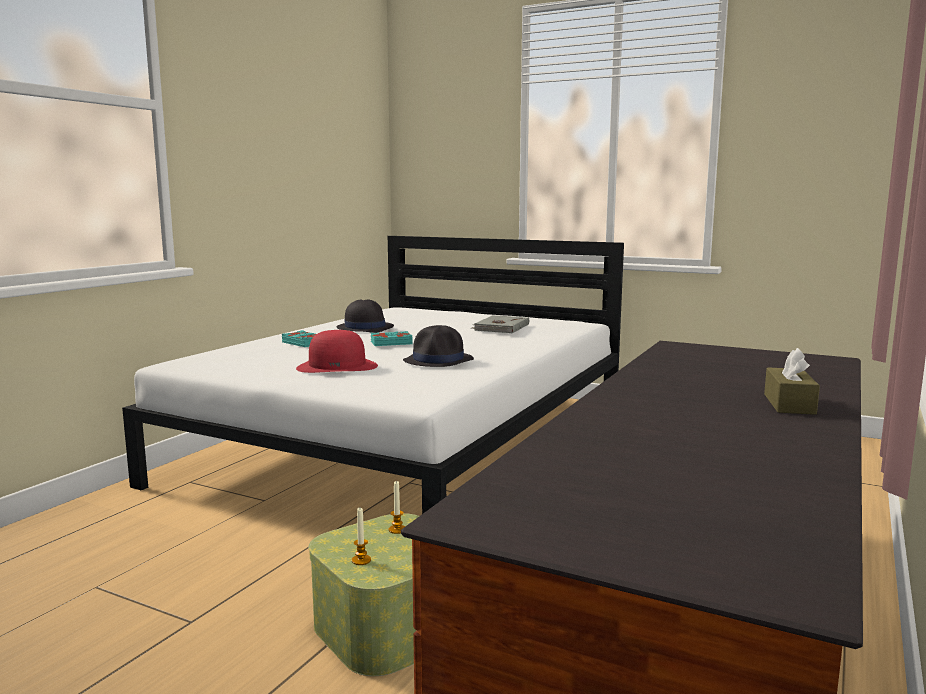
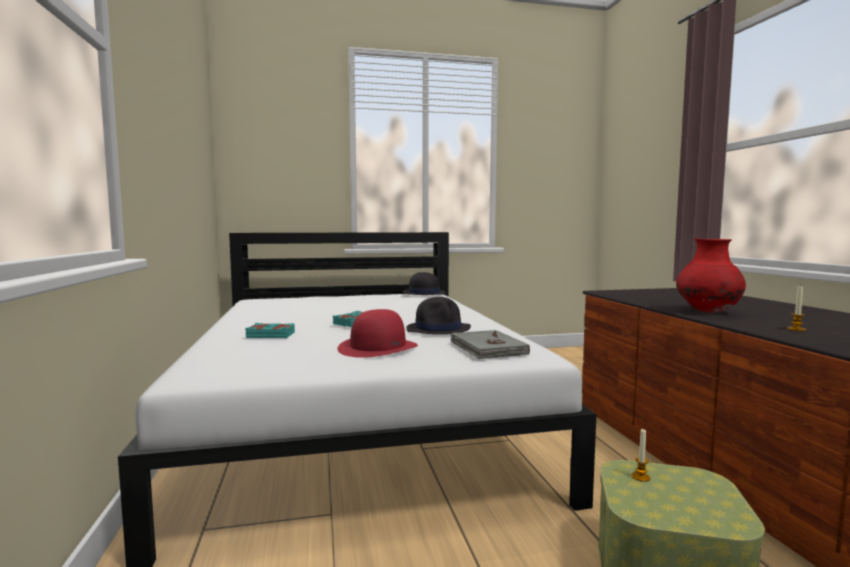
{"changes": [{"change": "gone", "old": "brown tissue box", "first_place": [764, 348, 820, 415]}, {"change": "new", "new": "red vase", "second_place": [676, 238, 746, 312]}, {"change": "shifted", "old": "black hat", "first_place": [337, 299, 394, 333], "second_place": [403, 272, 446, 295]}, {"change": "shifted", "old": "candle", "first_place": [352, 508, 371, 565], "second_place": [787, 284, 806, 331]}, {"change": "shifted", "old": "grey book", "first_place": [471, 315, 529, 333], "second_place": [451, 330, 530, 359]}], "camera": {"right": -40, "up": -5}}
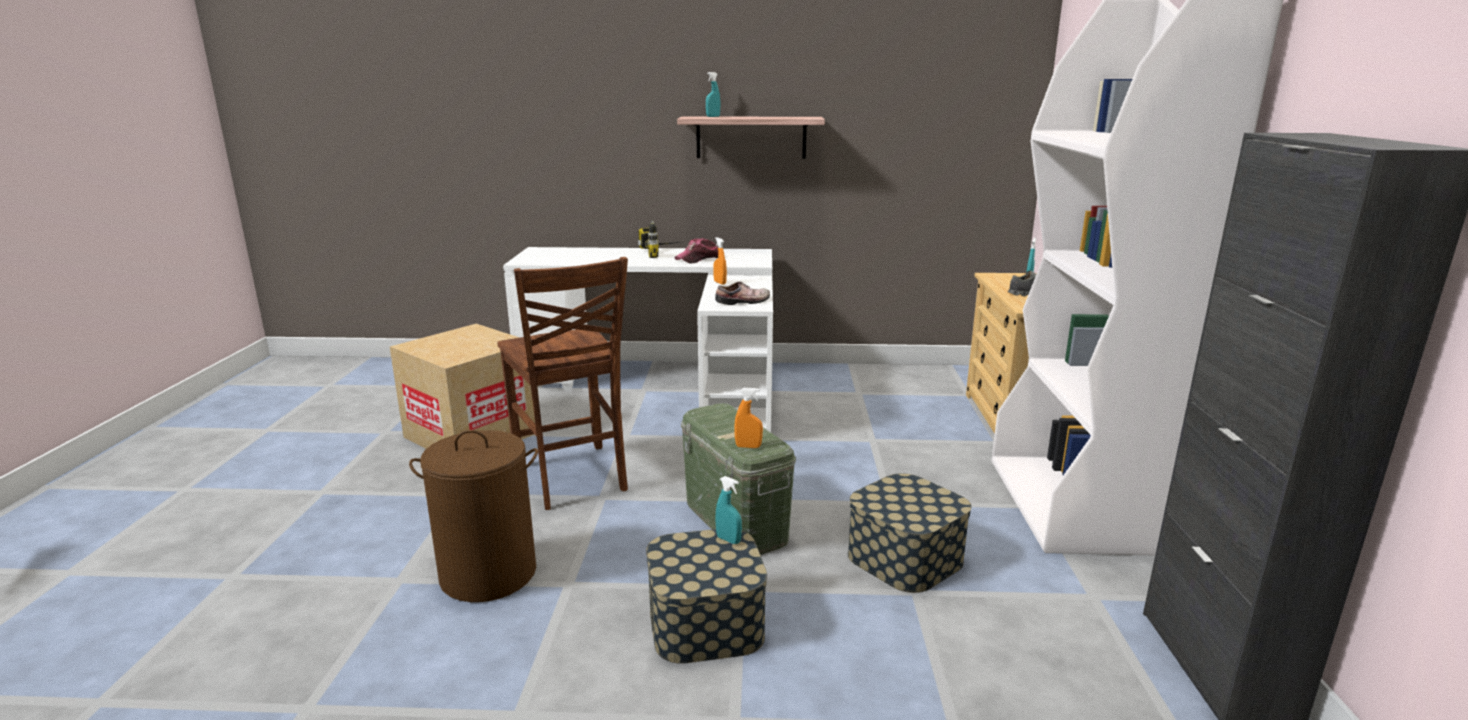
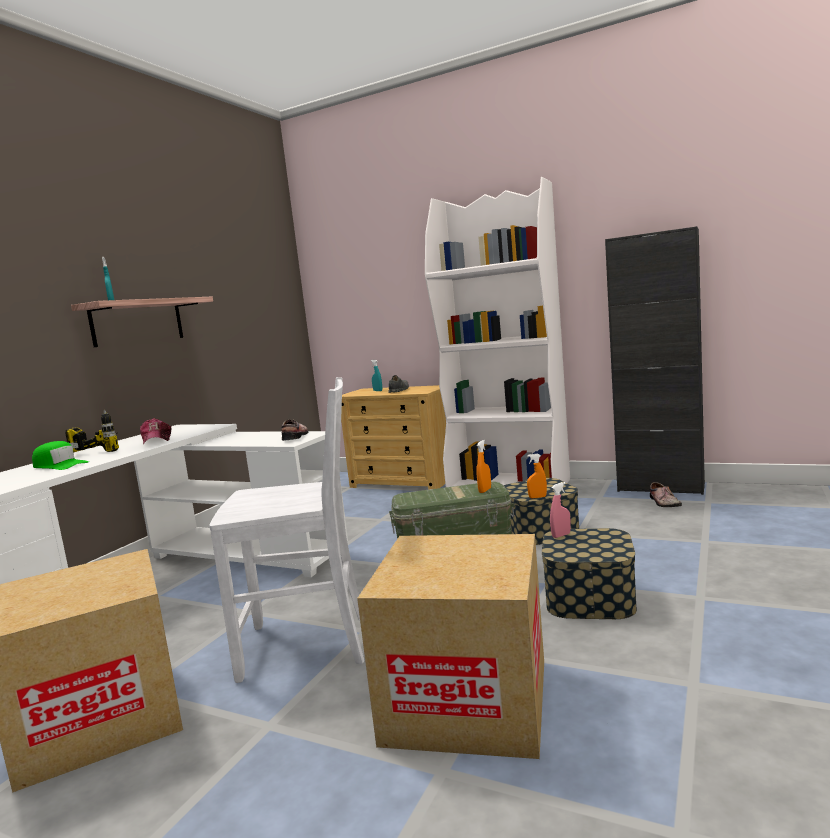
{"changes": [{"change": "new", "new": "green cap", "second_place": [32, 441, 89, 470]}, {"change": "new", "new": "shoe", "second_place": [650, 482, 682, 507]}, {"change": "shifted", "old": "orange spray bottle", "first_place": [713, 237, 727, 285], "second_place": [527, 454, 547, 498]}, {"change": "swapped", "old": "brown laundry basket", "new": "cardboard box", "first_place": [409, 430, 538, 602], "second_place": [357, 534, 544, 759]}, {"change": "repainted", "old": "brown chair", "new": "white chair", "first_place": [497, 257, 628, 510], "second_place": [209, 377, 364, 683]}, {"change": "repainted", "old": "turquoise spray bottle", "new": "pink spray bottle", "first_place": [715, 476, 742, 544], "second_place": [550, 482, 571, 538]}], "camera": {"right": -65, "up": -10}}
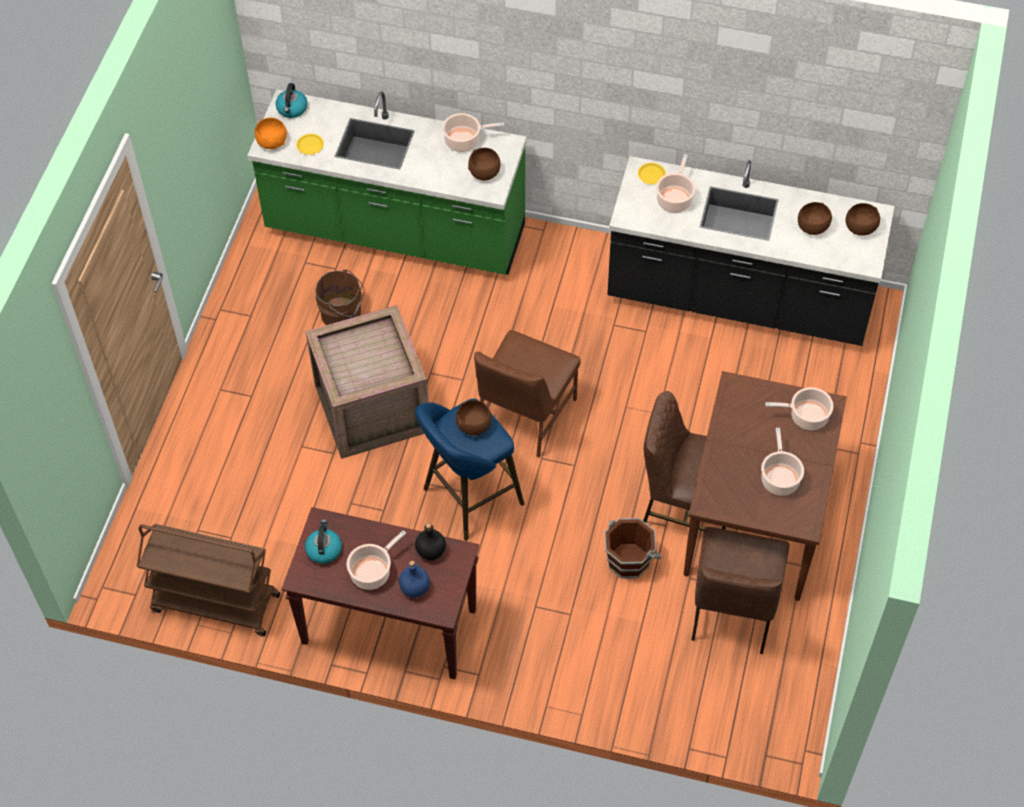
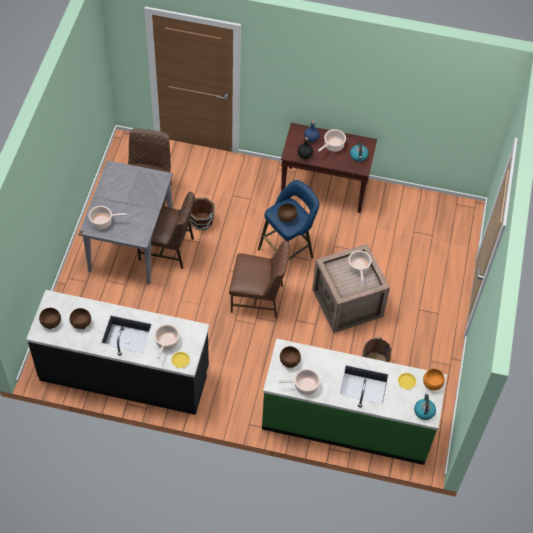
{"changes": [{"change": "gone", "old": "brown cart", "first_place": [137, 524, 280, 636]}, {"change": "shifted", "old": "cooking pot", "first_place": [761, 428, 804, 496], "second_place": [348, 250, 372, 282]}, {"change": "repainted", "old": "brown dining table", "new": "grey dining table", "first_place": [684, 371, 847, 601], "second_place": [79, 160, 173, 284]}, {"change": "rotated", "old": "brown chair", "first_place": [474, 330, 581, 458], "second_place": [229, 240, 290, 318], "degrees": 75}], "camera": {"right": 175, "up": 0}}
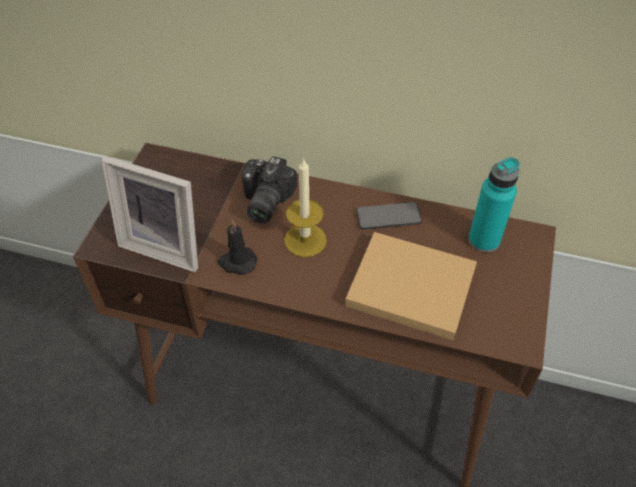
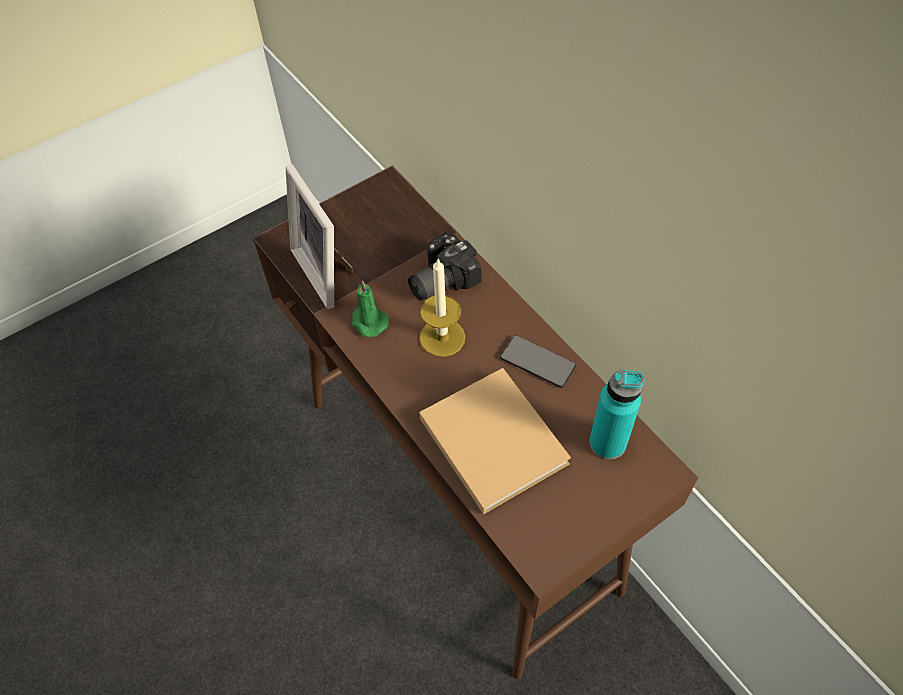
{"changes": [{"change": "repainted", "old": "black candle", "new": "green candle", "first_place": [217, 220, 257, 275], "second_place": [352, 280, 389, 337]}], "camera": {"right": 40, "up": 5}}
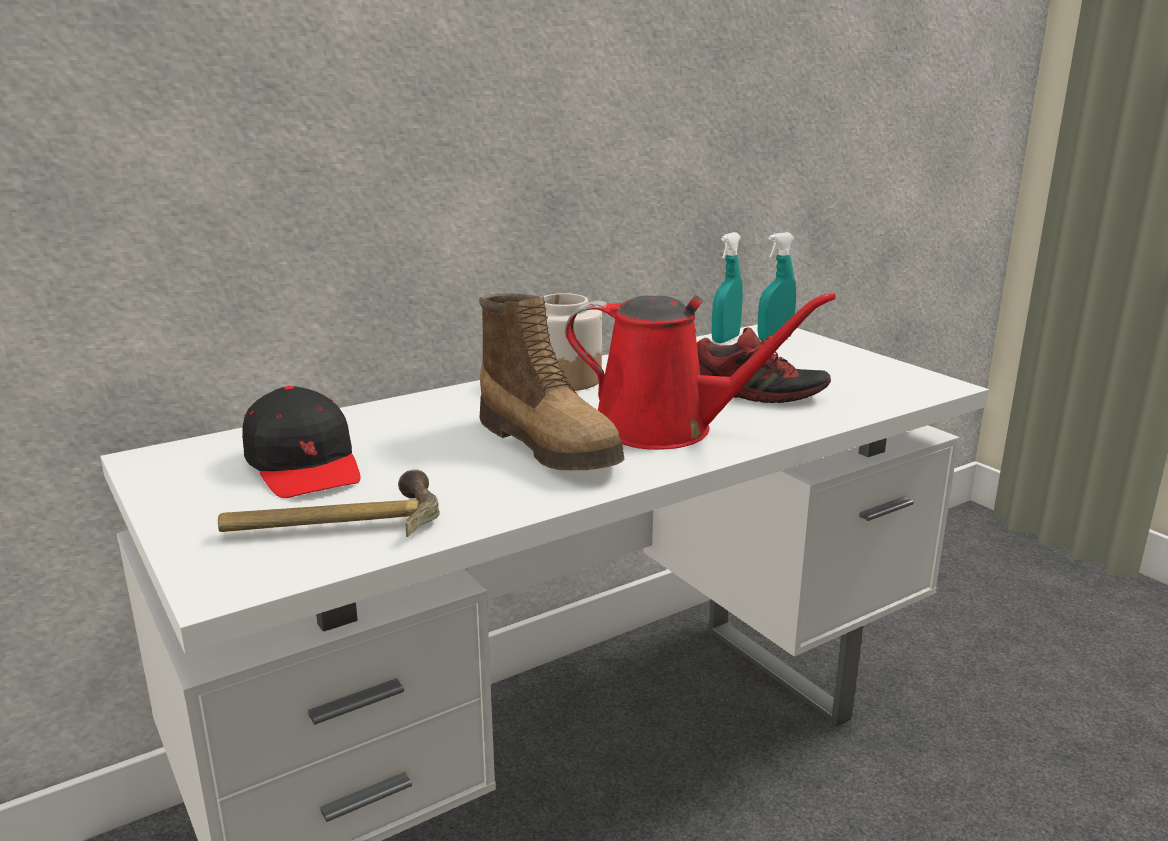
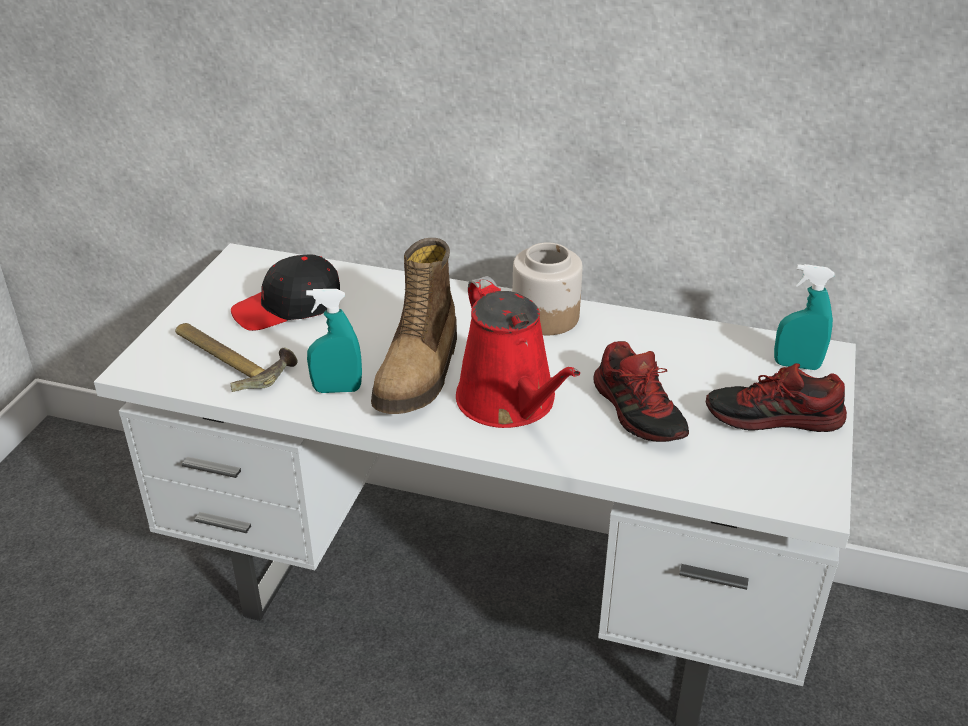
{"changes": [{"change": "new", "new": "shoe", "second_place": [706, 363, 847, 432]}, {"change": "shifted", "old": "turquoise spray bottle", "first_place": [712, 232, 743, 343], "second_place": [306, 289, 362, 393]}, {"change": "rotated", "old": "black cap", "first_place": [242, 386, 361, 498], "second_place": [231, 254, 340, 331], "degrees": 45}], "camera": {"right": 50, "up": 15}}
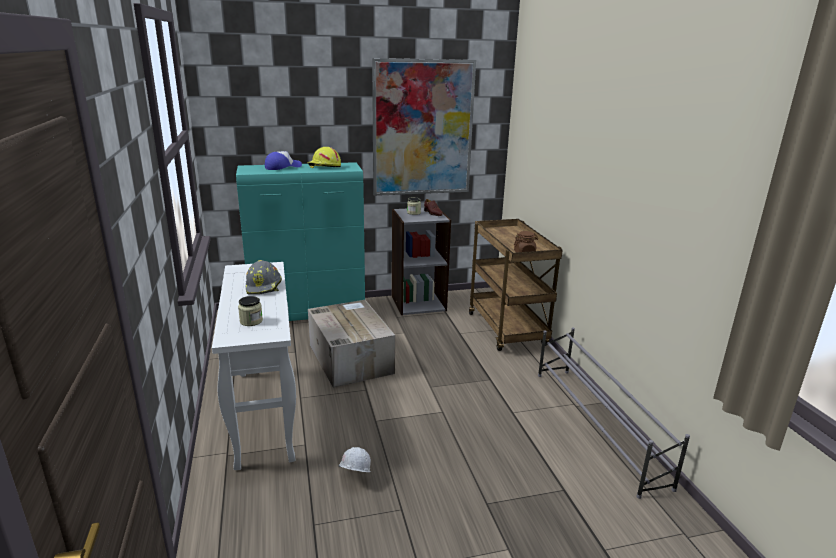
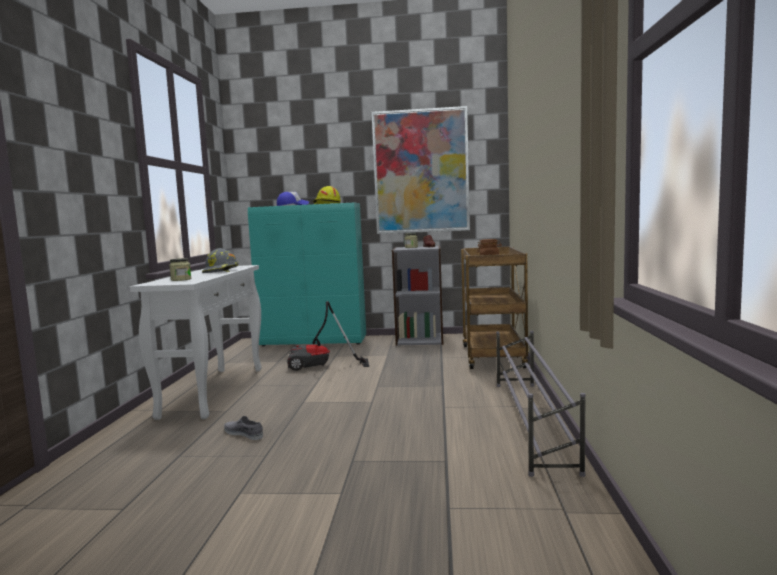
{"changes": [{"change": "swapped", "old": "cardboard box", "new": "vacuum cleaner", "first_place": [308, 300, 395, 388], "second_place": [287, 301, 369, 371]}, {"change": "swapped", "old": "white hard hat", "new": "grey shoe", "first_place": [338, 447, 371, 472], "second_place": [224, 416, 263, 440]}], "camera": {"right": 20, "up": -15}}
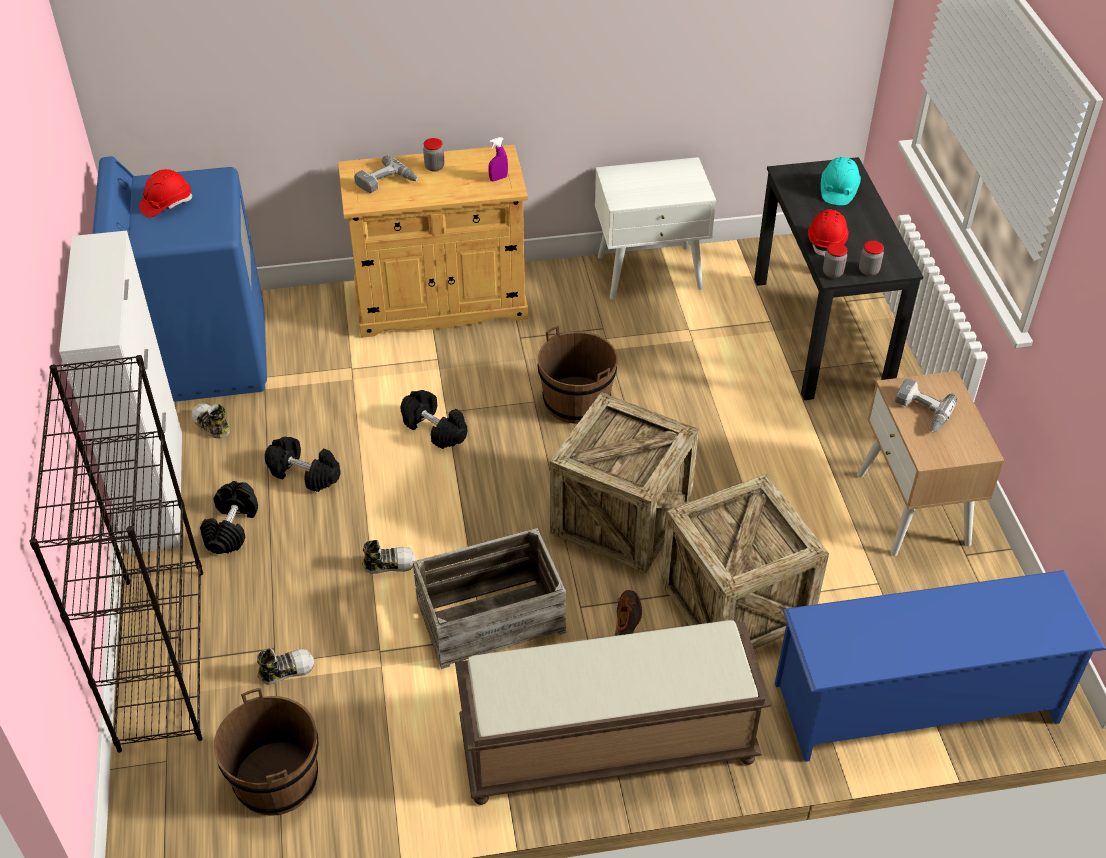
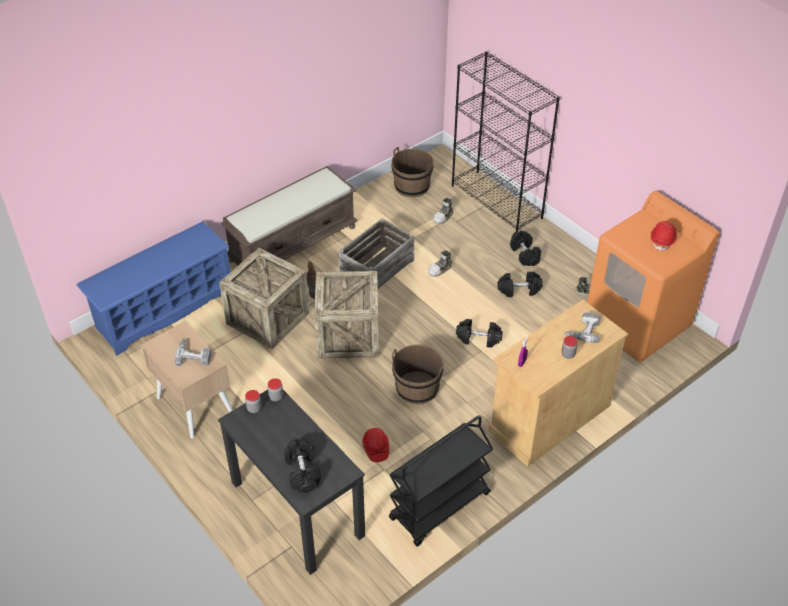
{"changes": [{"change": "gone", "old": "white cabinet", "first_place": [59, 231, 182, 554]}, {"change": "shifted", "old": "red hard hat", "first_place": [808, 210, 849, 257], "second_place": [362, 428, 389, 462]}, {"change": "swapped", "old": "white nightstand", "new": "black cart", "first_place": [595, 157, 716, 300], "second_place": [389, 415, 493, 547]}, {"change": "swapped", "old": "turquoise hard hat", "new": "black dumbbell", "first_place": [821, 157, 861, 205], "second_place": [284, 438, 321, 493]}, {"change": "repainted", "old": "blue washing machine", "new": "orange washing machine", "first_place": [92, 156, 267, 402], "second_place": [587, 191, 719, 362]}], "camera": {"right": 150, "up": 0}}
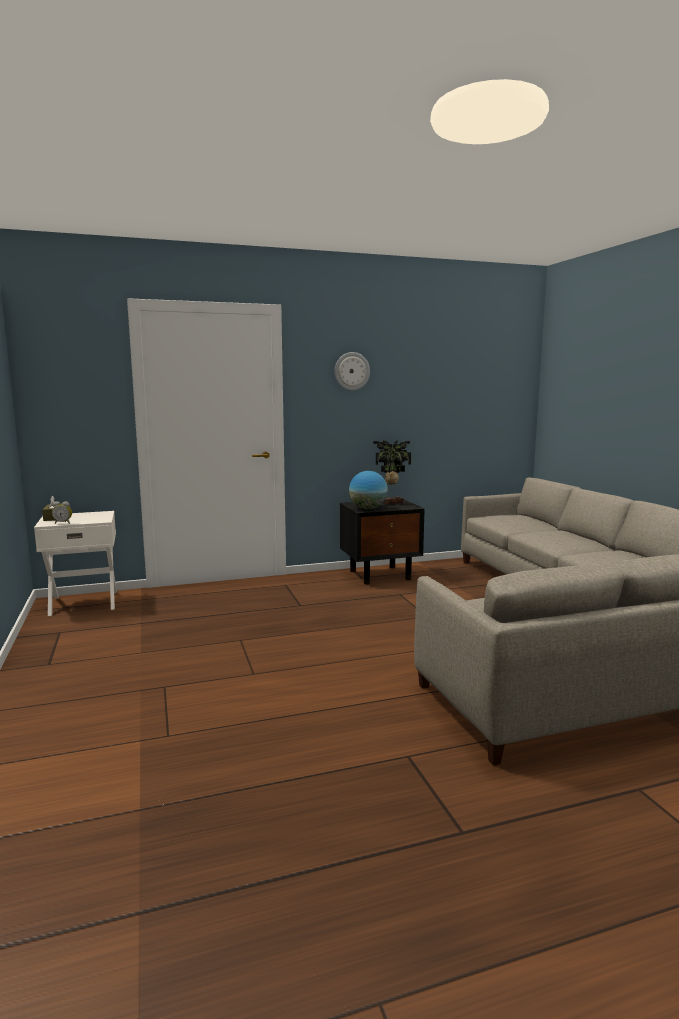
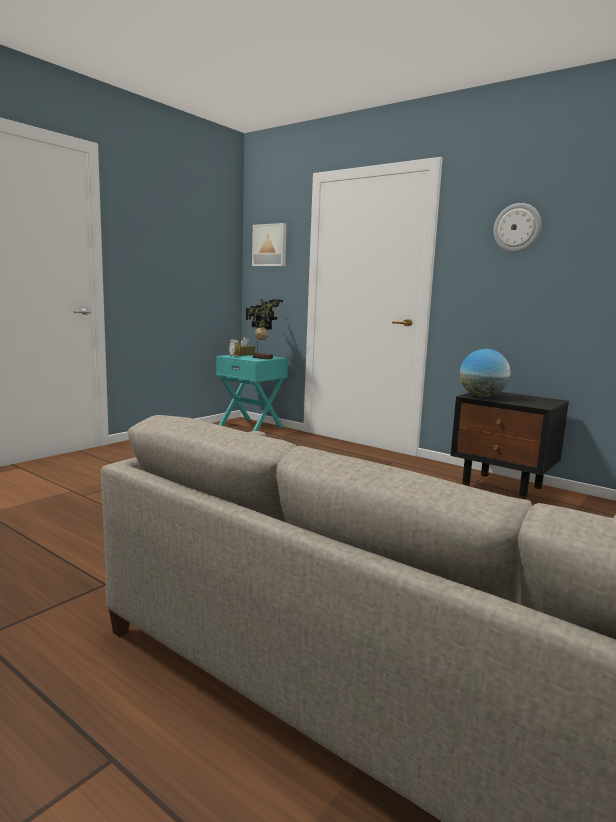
{"changes": [{"change": "new", "new": "picture", "second_place": [252, 223, 287, 266]}, {"change": "shifted", "old": "potted plant", "first_place": [373, 440, 411, 505], "second_place": [246, 299, 283, 359]}, {"change": "repainted", "old": "white nightstand", "new": "turquoise nightstand", "first_place": [34, 511, 117, 616], "second_place": [216, 355, 288, 431]}], "camera": {"right": 55, "up": 0}}
